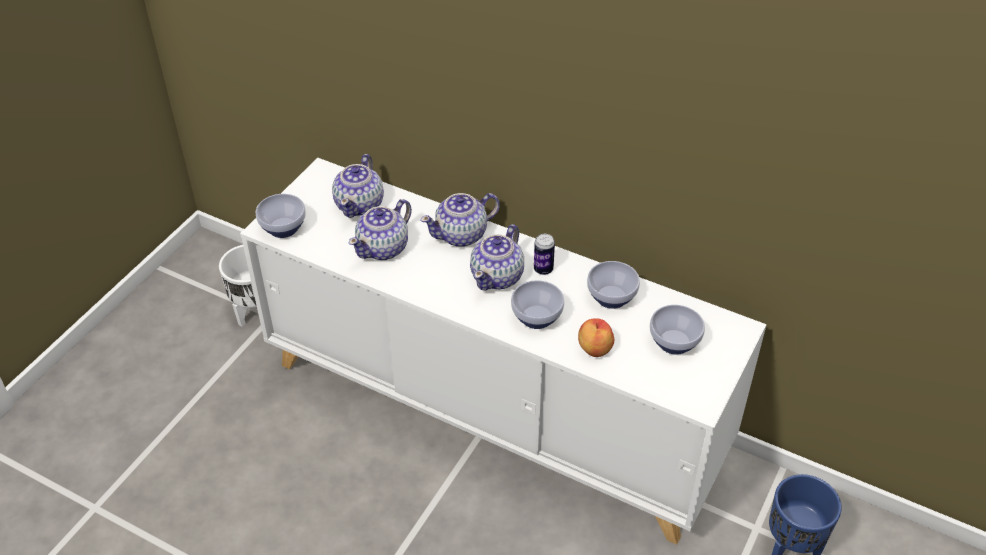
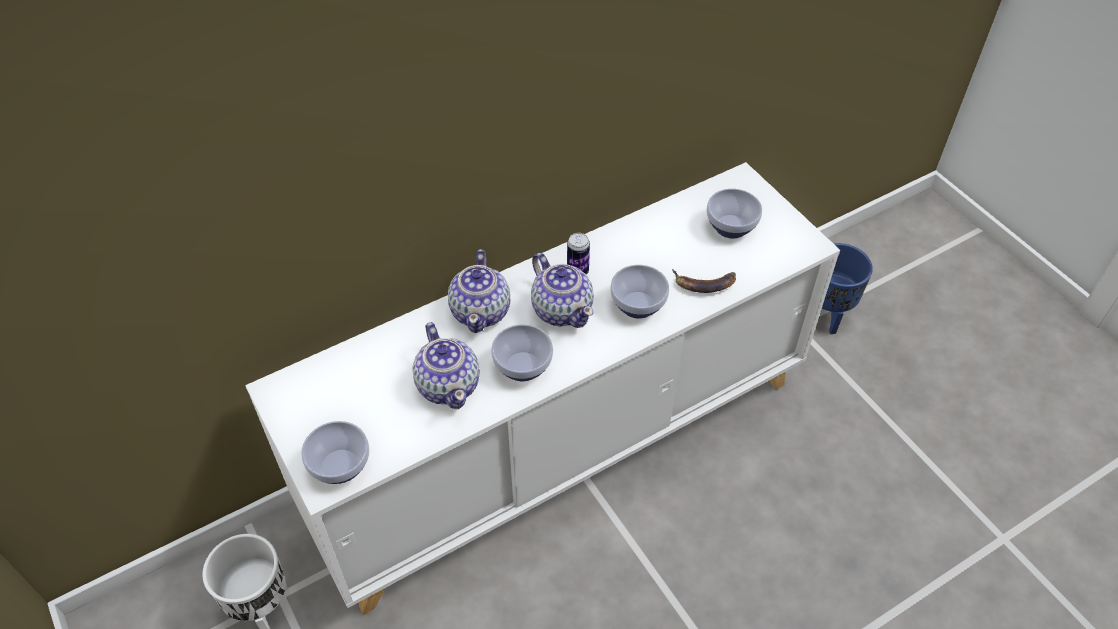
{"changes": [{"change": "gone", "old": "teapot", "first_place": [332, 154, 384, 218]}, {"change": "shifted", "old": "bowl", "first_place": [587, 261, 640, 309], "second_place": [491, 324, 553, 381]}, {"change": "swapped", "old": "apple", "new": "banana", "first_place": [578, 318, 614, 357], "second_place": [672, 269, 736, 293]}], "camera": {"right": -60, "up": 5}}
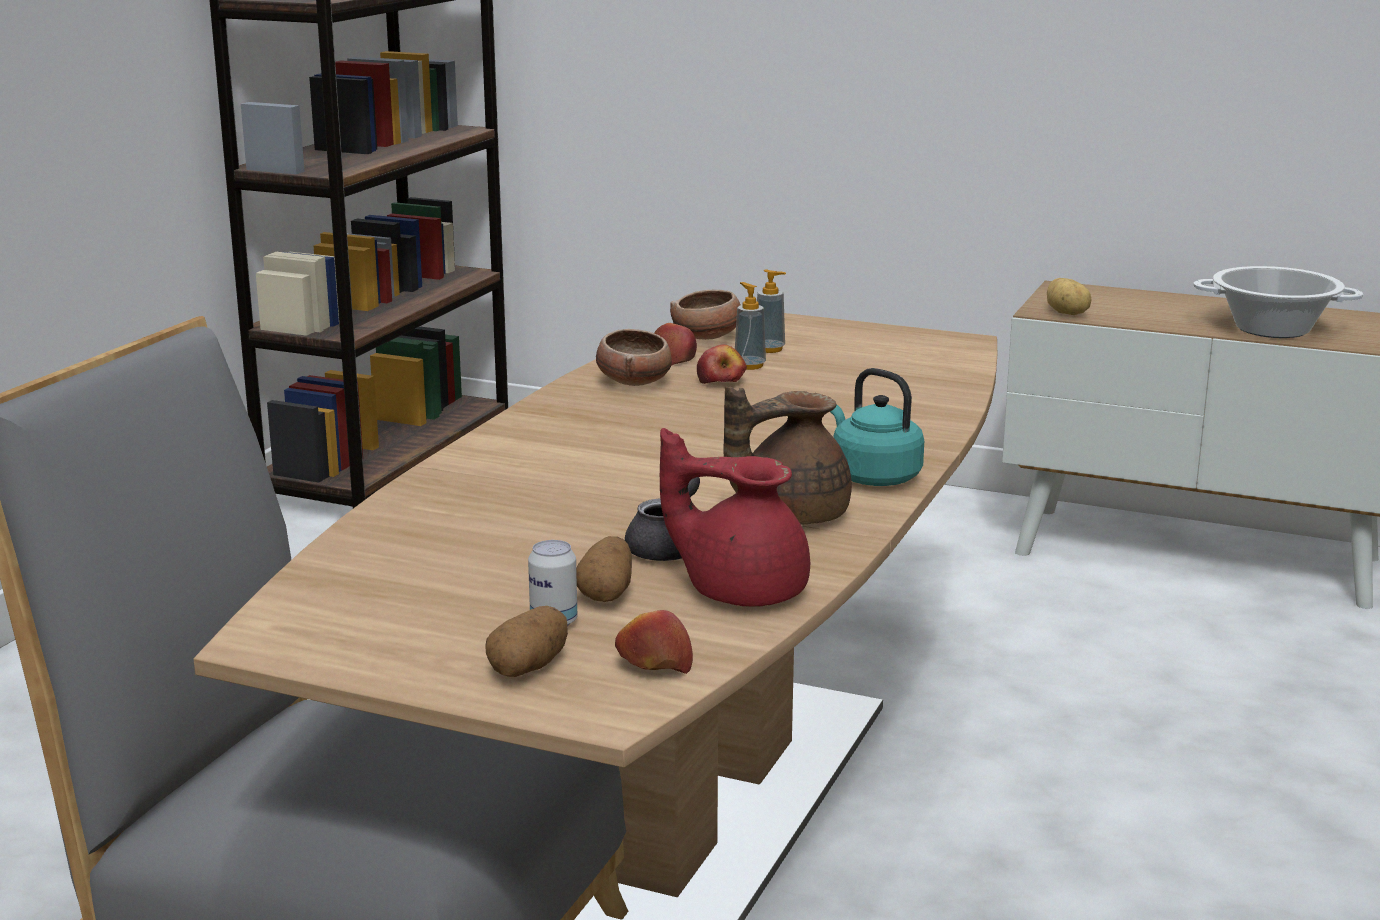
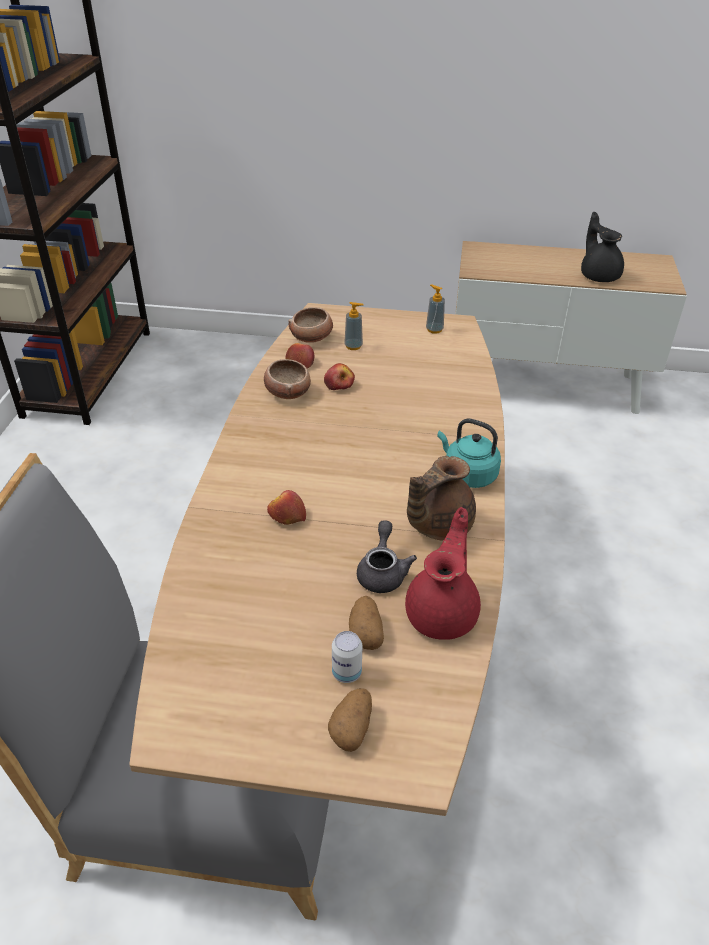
{"changes": [{"change": "gone", "old": "potato", "first_place": [1047, 278, 1091, 315]}, {"change": "shifted", "old": "apple", "first_place": [615, 610, 693, 674], "second_place": [267, 490, 306, 525]}, {"change": "shifted", "old": "soap dispenser", "first_place": [735, 282, 766, 370], "second_place": [426, 285, 445, 334]}, {"change": "swapped", "old": "cooking pot", "new": "black teapot", "first_place": [1193, 266, 1363, 338], "second_place": [581, 212, 624, 282]}, {"change": "rotated", "old": "red teapot", "first_place": [660, 428, 810, 607], "second_place": [405, 507, 481, 640], "degrees": 105}], "camera": {"right": -15, "up": 20}}
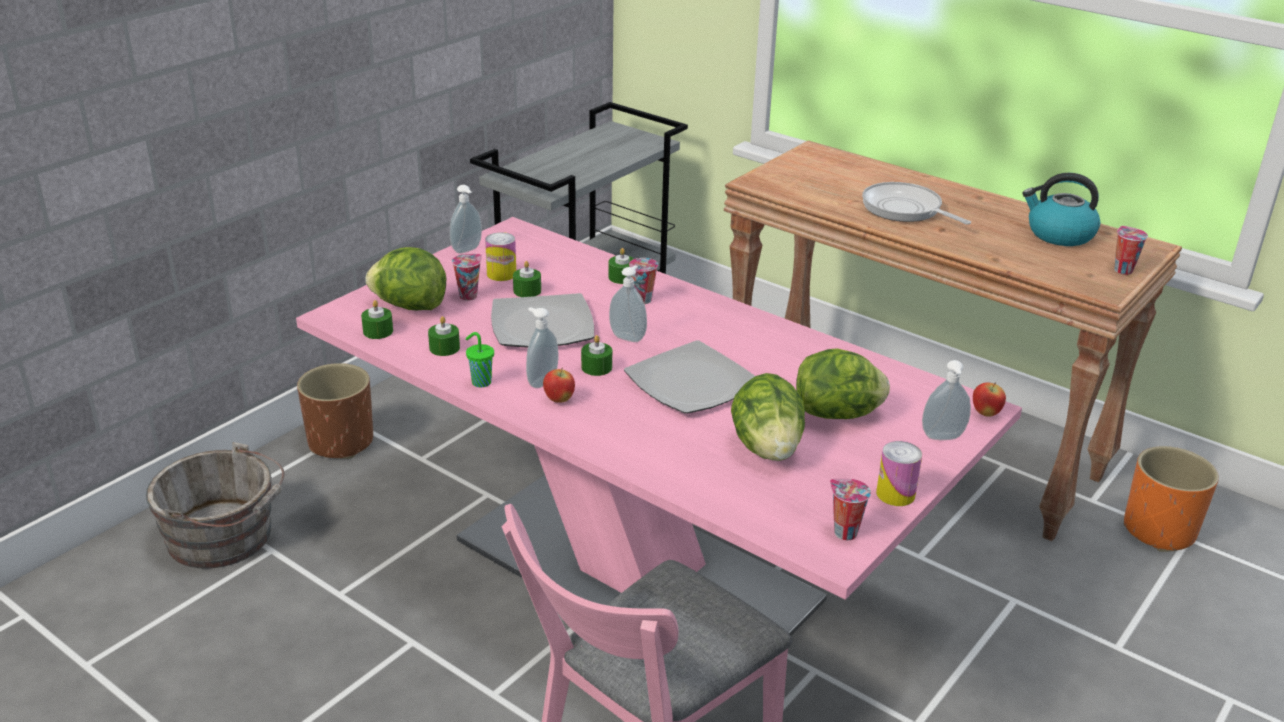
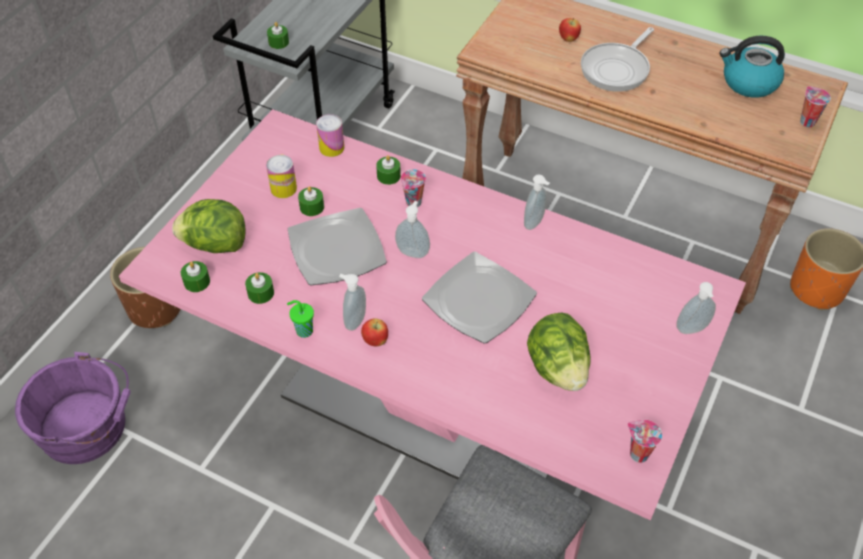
{"changes": [{"change": "gone", "old": "cup", "first_place": [452, 254, 482, 301]}, {"change": "gone", "old": "lettuce", "first_place": [796, 348, 890, 419]}, {"change": "shifted", "old": "soap dispenser", "first_place": [450, 185, 482, 253], "second_place": [524, 174, 550, 230]}, {"change": "shifted", "old": "green candle", "first_place": [581, 335, 612, 376], "second_place": [267, 22, 289, 49]}, {"change": "shifted", "old": "can", "first_place": [876, 441, 922, 506], "second_place": [316, 114, 344, 157]}, {"change": "shifted", "old": "apple", "first_place": [973, 382, 1006, 417], "second_place": [559, 18, 581, 42]}, {"change": "repainted", "old": "grey bucket", "new": "purple bucket", "first_place": [146, 442, 285, 569], "second_place": [15, 352, 131, 464]}, {"change": "rotated", "old": "frying pan", "first_place": [862, 182, 971, 225], "second_place": [581, 27, 654, 92], "degrees": -90}], "camera": {"right": -10, "up": 20}}
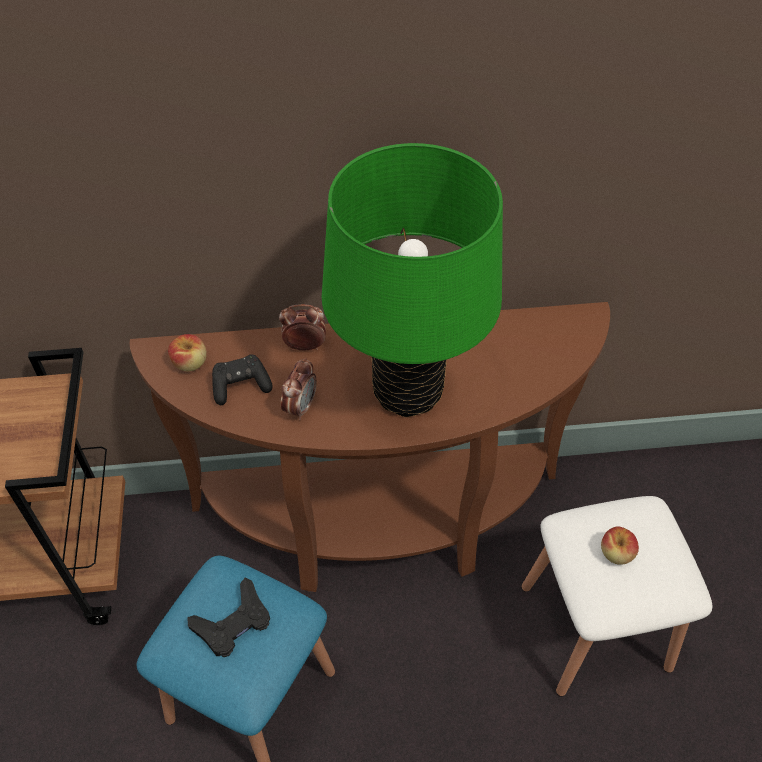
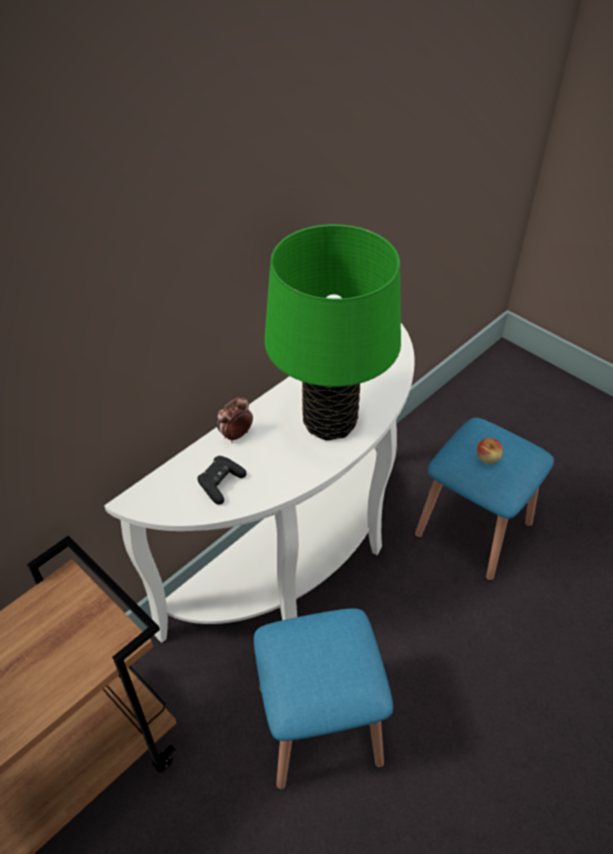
{"changes": [{"change": "gone", "old": "apple", "first_place": [168, 334, 207, 371]}, {"change": "gone", "old": "black game controller", "first_place": [187, 578, 270, 657]}, {"change": "gone", "old": "alarm clock", "first_place": [281, 358, 317, 420]}, {"change": "repainted", "old": "brown console table", "new": "white console table", "first_place": [130, 302, 610, 592], "second_place": [104, 323, 415, 643]}, {"change": "repainted", "old": "white stool", "new": "blue stool", "first_place": [521, 496, 712, 697], "second_place": [415, 418, 554, 581]}], "camera": {"right": -40, "up": -5}}
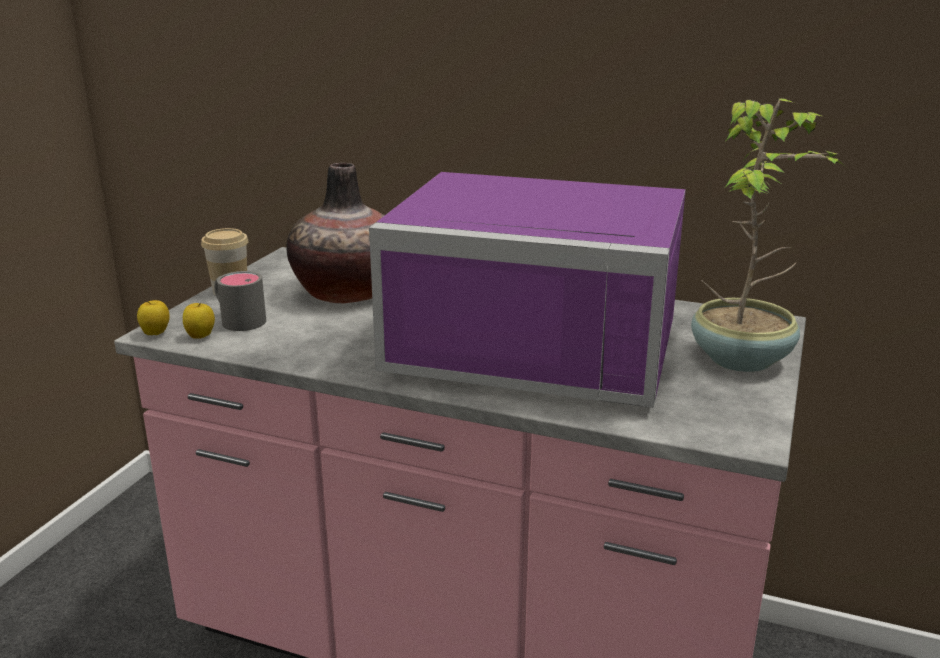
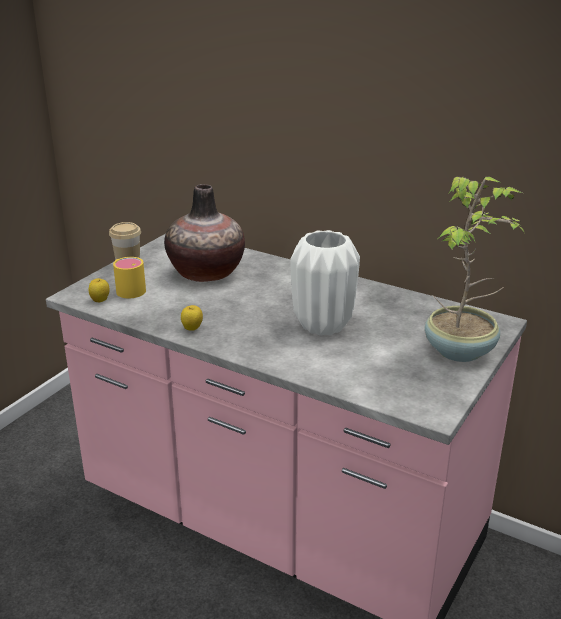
{"changes": [{"change": "shifted", "old": "apple", "first_place": [137, 300, 170, 335], "second_place": [181, 305, 203, 331]}, {"change": "swapped", "old": "purple microwave", "new": "white vase", "first_place": [369, 172, 686, 408], "second_place": [290, 230, 360, 335]}, {"change": "repainted", "old": "grey mug", "new": "yellow mug", "first_place": [214, 271, 266, 331], "second_place": [113, 257, 146, 298]}], "camera": {"right": 10, "up": 5}}
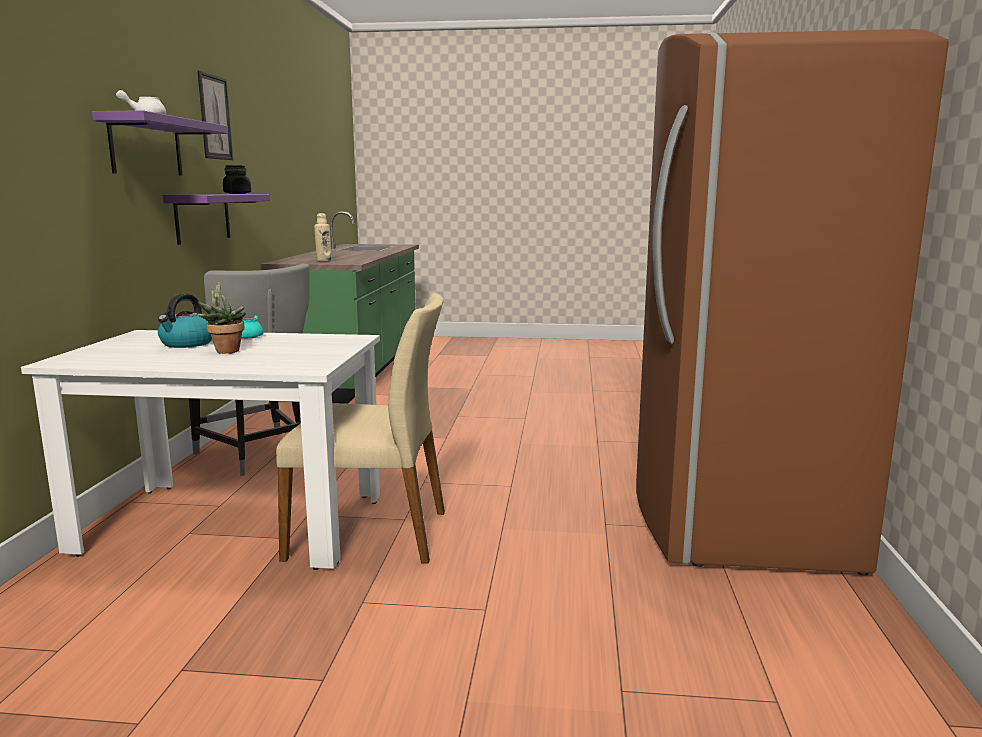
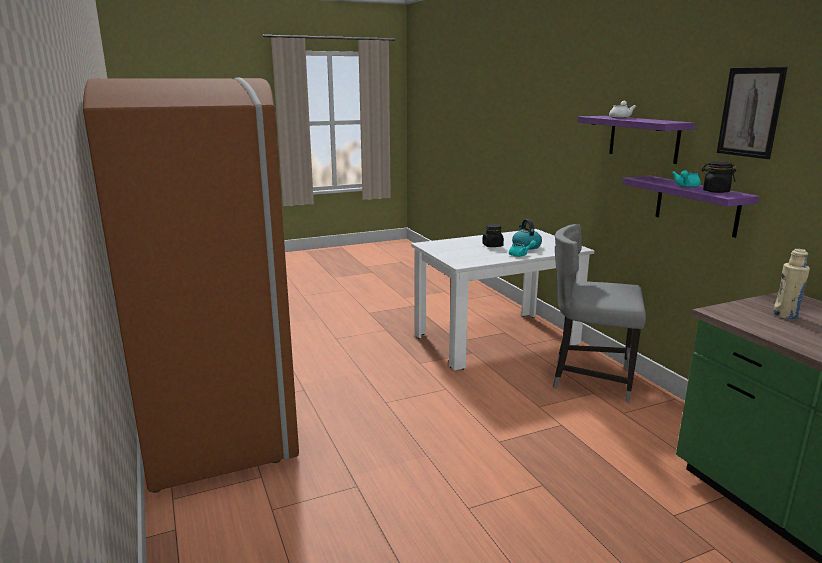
{"changes": [{"change": "gone", "old": "beige chair", "first_place": [276, 293, 445, 564]}, {"change": "new", "new": "turquoise teapot", "second_place": [672, 170, 701, 187]}, {"change": "swapped", "old": "potted plant", "new": "black jar", "first_place": [197, 282, 246, 354], "second_place": [482, 224, 504, 247]}], "camera": {"right": 150, "up": 5}}
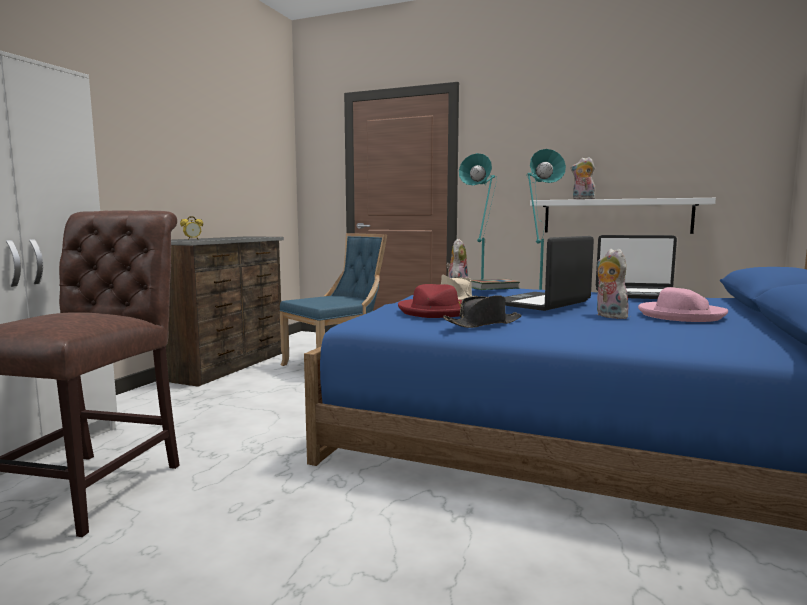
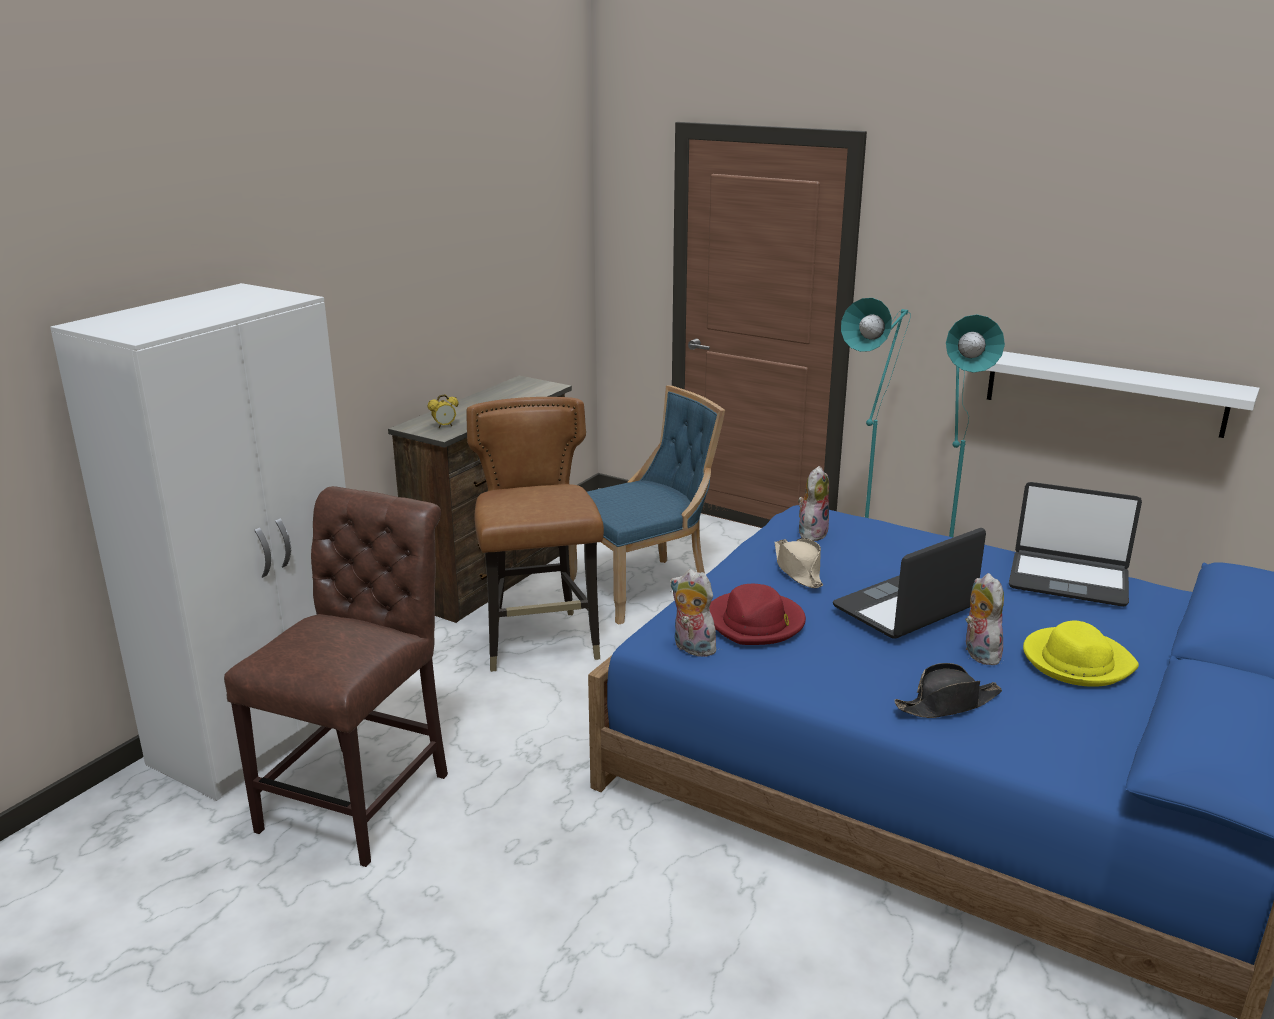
{"changes": [{"change": "gone", "old": "book", "first_place": [471, 279, 520, 290]}, {"change": "new", "new": "brown chair", "second_place": [466, 397, 604, 672]}, {"change": "shifted", "old": "black hat", "first_place": [443, 295, 522, 328], "second_place": [895, 663, 1002, 718]}, {"change": "shifted", "old": "plush toy", "first_place": [570, 157, 595, 200], "second_place": [670, 569, 716, 657]}, {"change": "repainted", "old": "pink hat", "new": "yellow hat", "first_place": [638, 287, 728, 322], "second_place": [1023, 620, 1139, 687]}], "camera": {"right": 10, "up": 15}}
